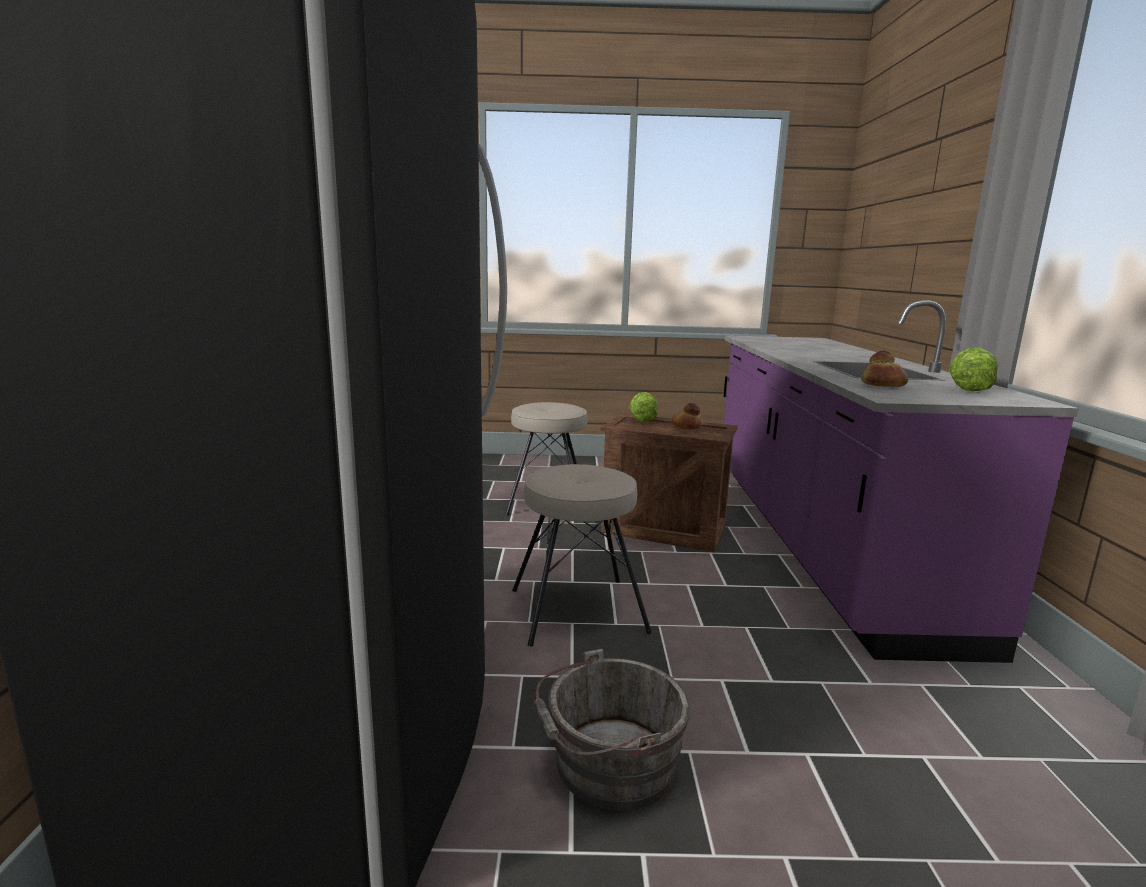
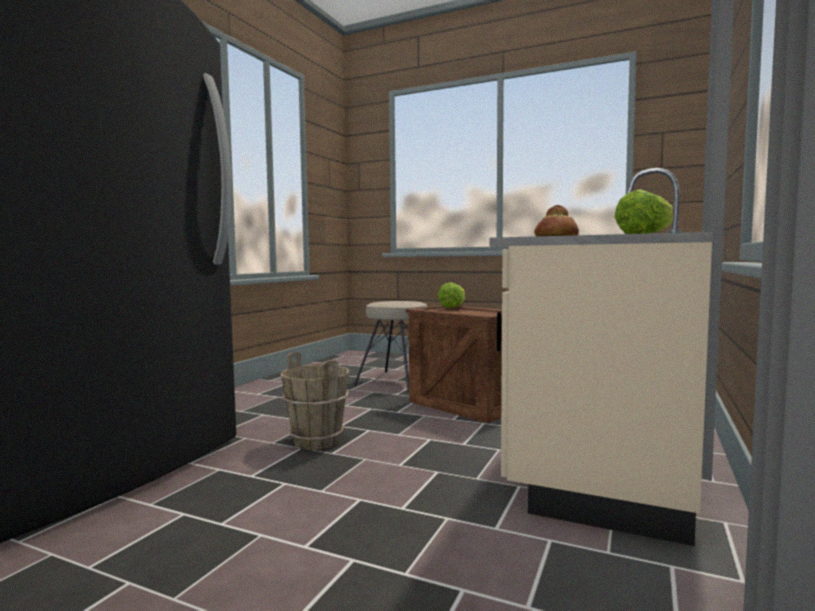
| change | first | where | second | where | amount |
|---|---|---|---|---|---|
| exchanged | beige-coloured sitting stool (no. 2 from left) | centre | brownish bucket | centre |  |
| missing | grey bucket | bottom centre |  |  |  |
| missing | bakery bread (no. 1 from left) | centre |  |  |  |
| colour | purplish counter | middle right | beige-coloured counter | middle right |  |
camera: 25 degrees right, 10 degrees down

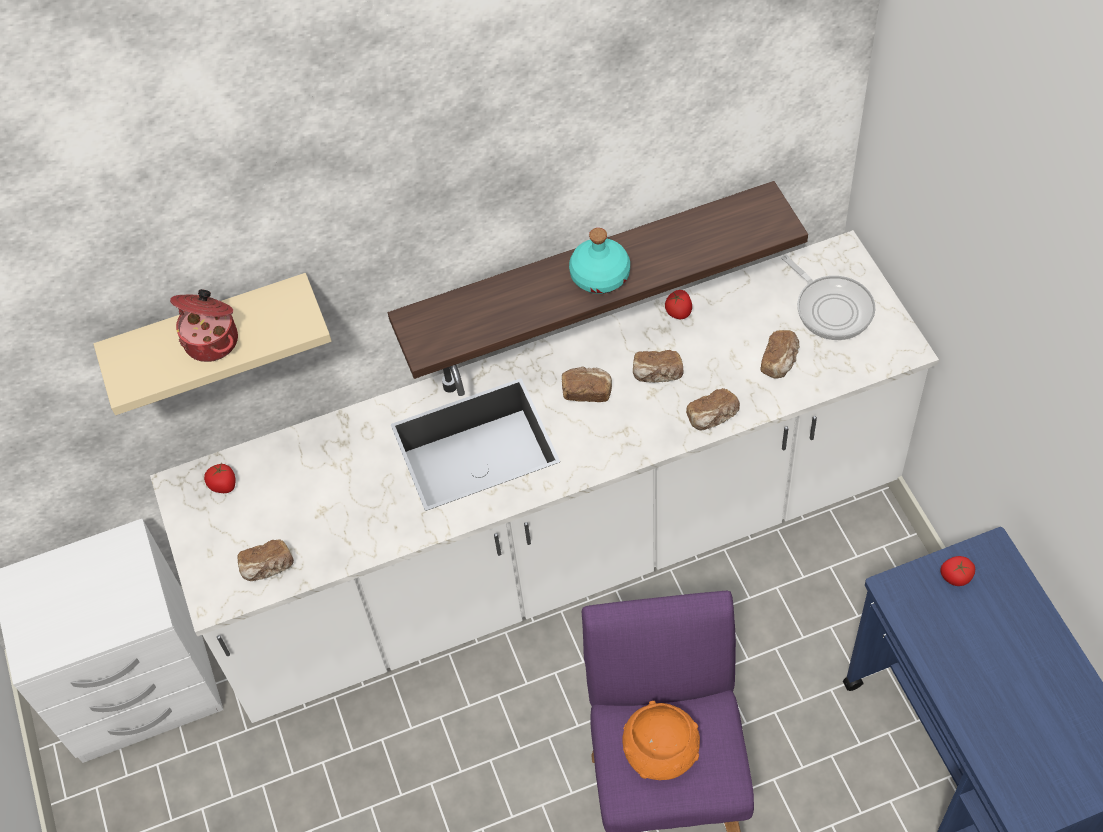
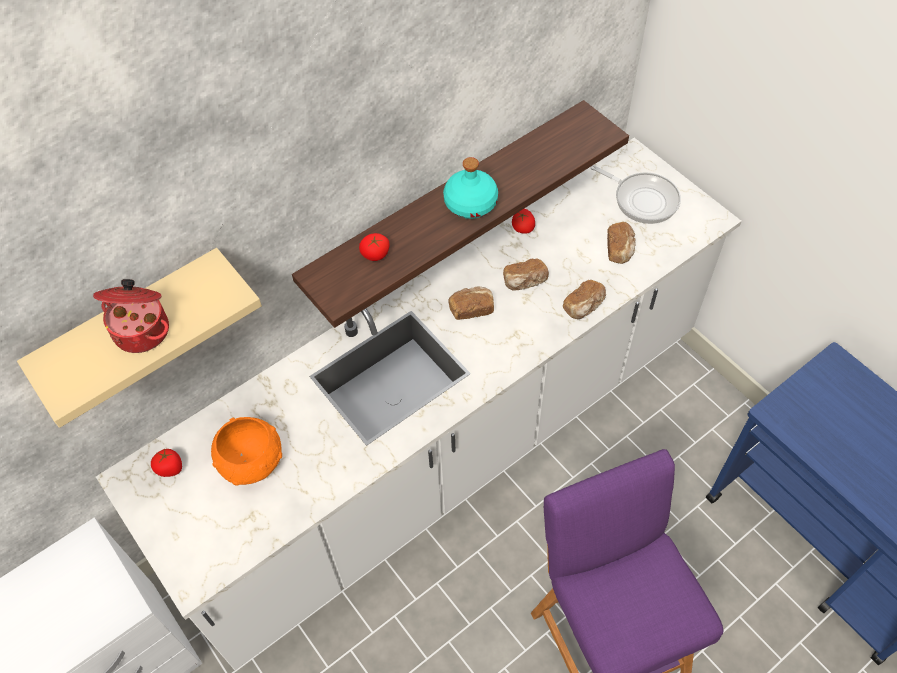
| change | first | where | second | where | amount |
|---|---|---|---|---|---|
| missing | bakery bread (no. 1 from left) | bottom left |  |  |  |
| relocated | orange serving bowl | bottom centre |  | bottom left |  |
| relocated | whole tomato (no. 3 from left in the first image) | bottom right | whole tomato (no. 2 from left) | centre |  |
camera: 20 degrees left, 0 degrees up

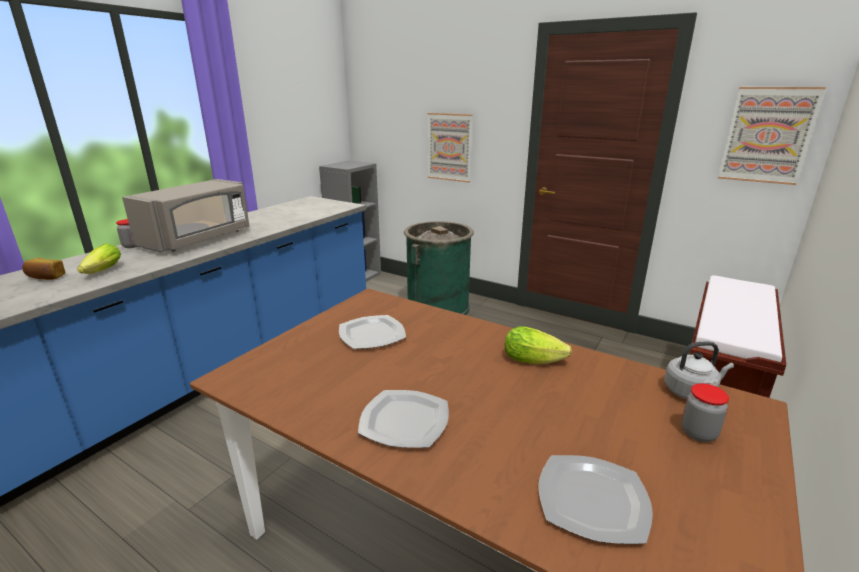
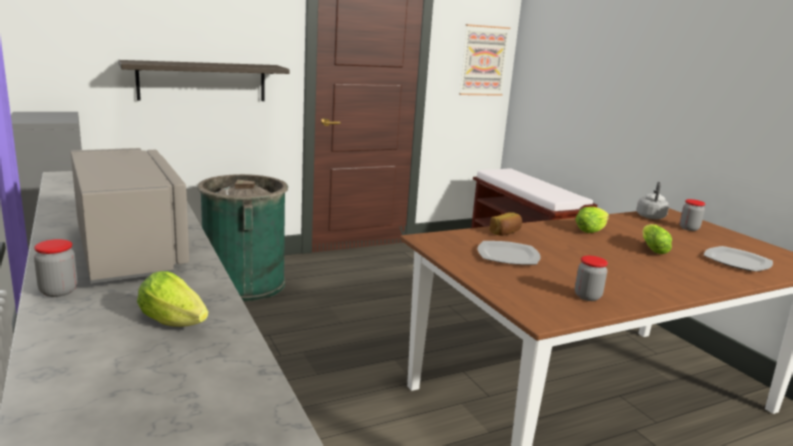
| change | first | where | second | where | amount |
|---|---|---|---|---|---|
| relocated | bakery bread | middle left |  | centre |  |
| missing | flat dish (no. 2 from left) | bottom centre |  |  |  |
| exchanged | wall picture (no. 1 from left) | top centre | bracket shelf | top left |  |
| appeared |  |  | preserve jar (no. 2 from left) | middle right |  |
| appeared |  |  | head of lettuce (no. 3 from left) | middle right |  |
camera: 60 degrees left, 5 degrees down

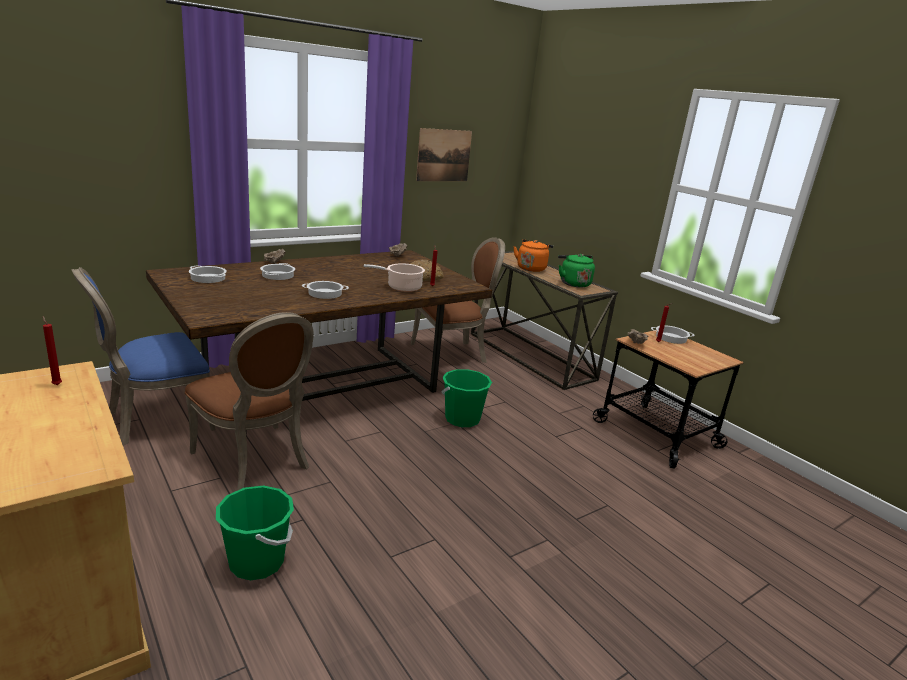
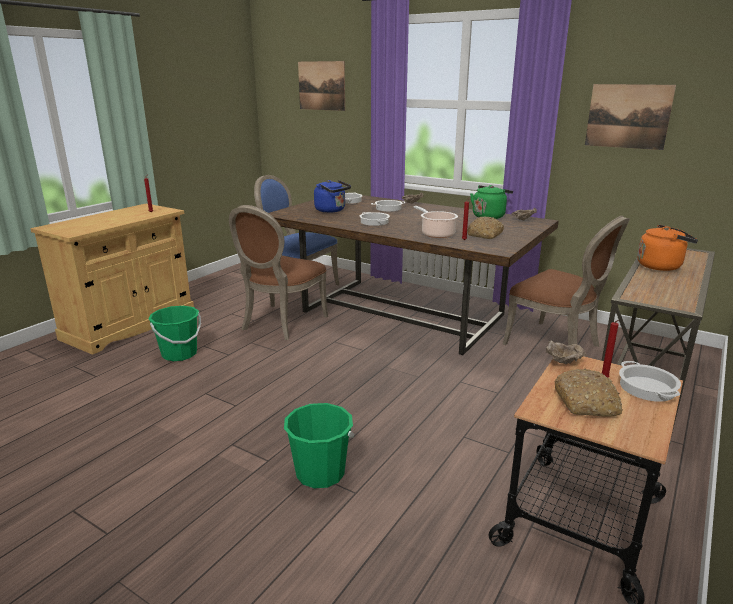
| change | first | where | second | where | amount |
|---|---|---|---|---|---|
| relocated | green bucket (no. 2 from left) | centre |  | bottom centre |  |
| relocated | green water kettle | centre |  | middle right |  |
| appeared |  |  | wall picture (no. 1 from left) | top centre |  |
| appeared |  |  | blue water kettle | top centre |  |
| appeared |  |  | bakery bread (no. 2 from left) | middle right |  |
camera: 70 degrees right, 0 degrees up

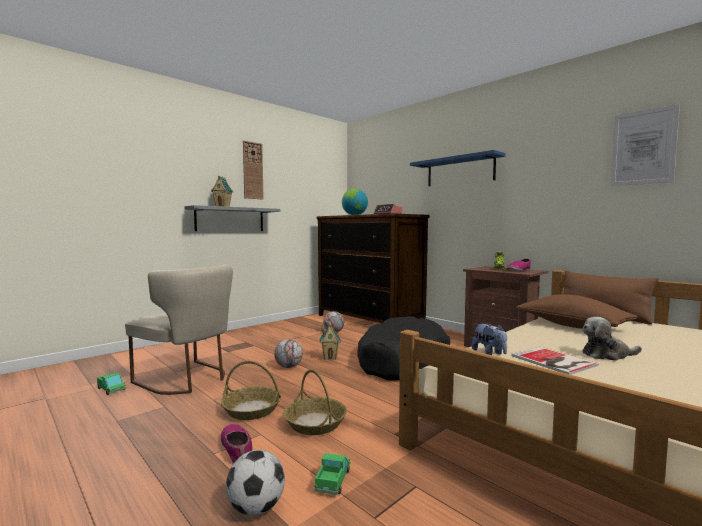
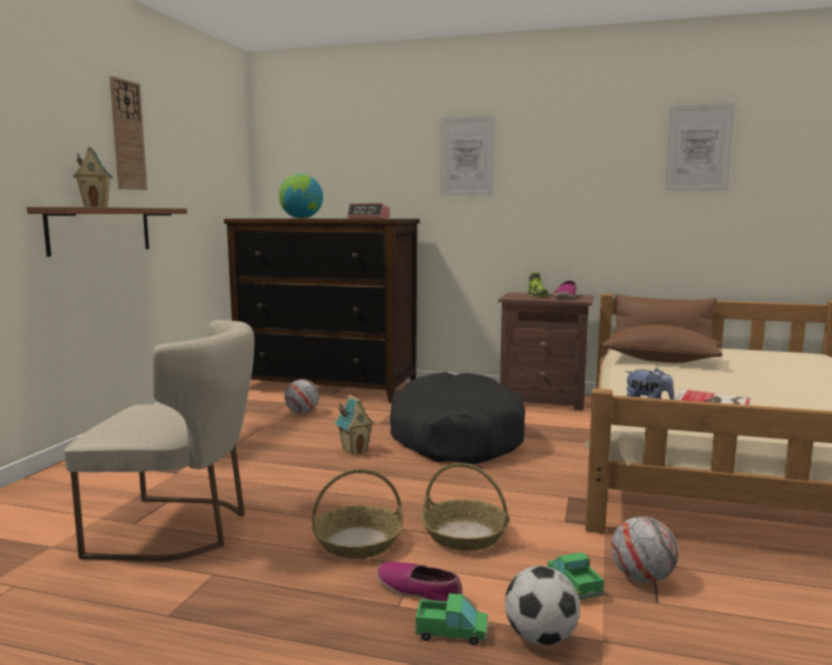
| change | first | where | second | where | amount |
|---|---|---|---|---|---|
| relocated | toy truck (no. 1 from left) | bottom left |  | bottom centre |  |
| colour | grey bracket shelf | middle left | brownish bracket shelf | middle left |  |
| relocated | ball for football (no. 2 from left in the first image) | bottom centre | ball for football (no. 3 from left) | bottom right |  |
| exchanged | blue bracket shelf | top centre | wall picture (no. 1 from left) | top centre |  |
| missing | cuddly toy (no. 2 from left) | middle right |  |  |  |
camera: 30 degrees left, 5 degrees up

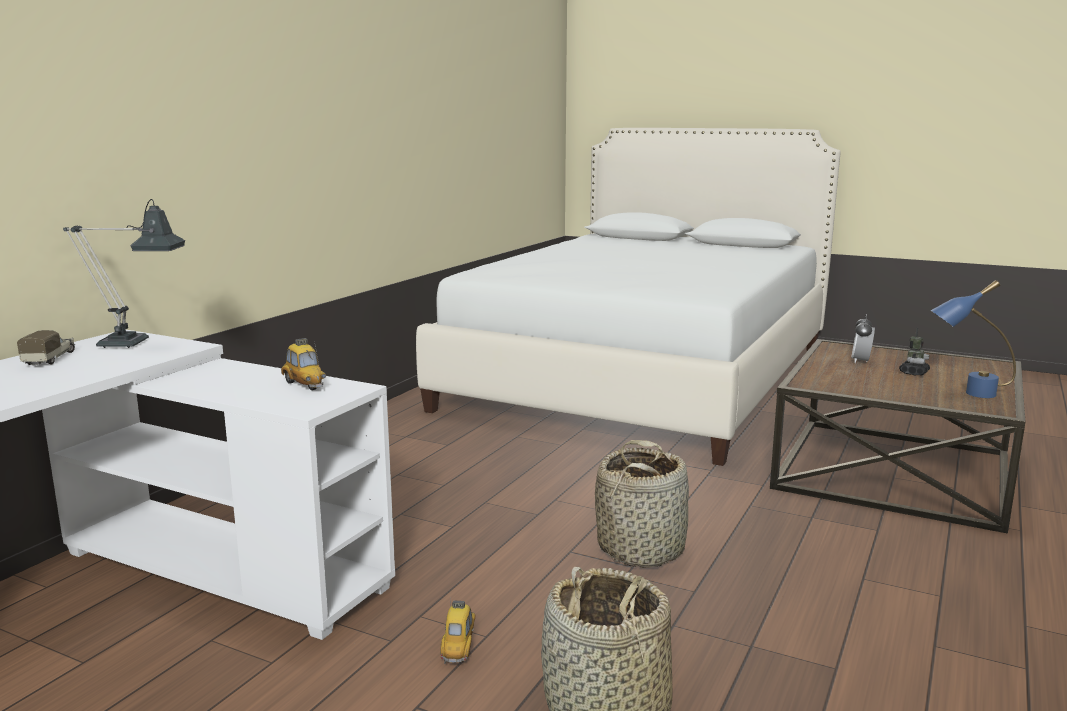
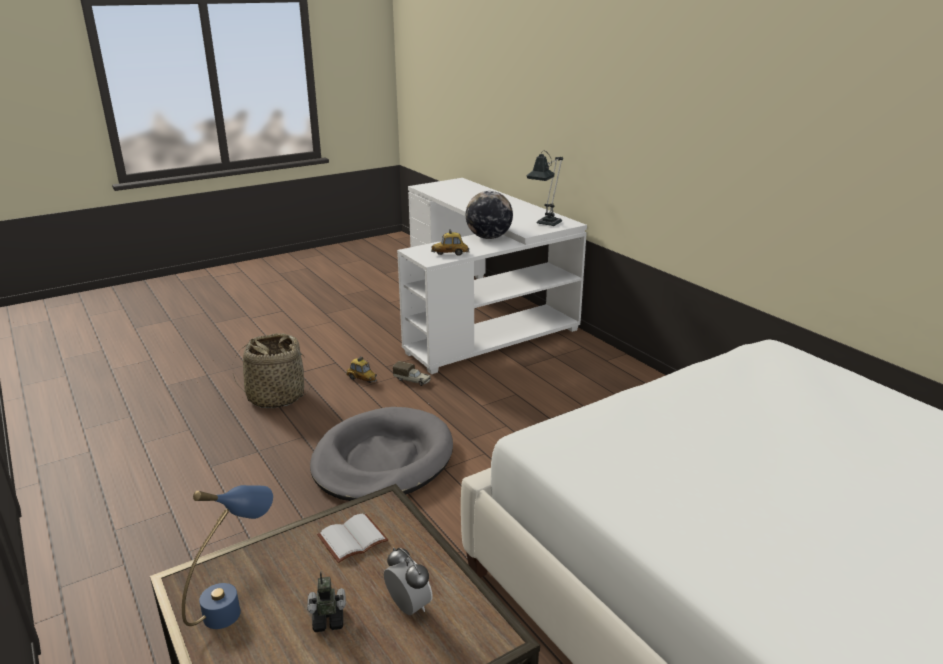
| change | first | where | second | where | amount |
|---|---|---|---|---|---|
| relocated | toy truck | middle left |  | centre |  |
| exchanged | storage basket (no. 2 from left) | bottom centre | grey dog cushion | bottom centre |  |
| spun | robot figure | middle right |  | bottom centre | 105 degrees clockwise |
| appeared |  |  | white bound book | bottom centre |  |
| appeared |  |  | desk globe | top centre |  |
camera: 120 degrees right, 10 degrees up

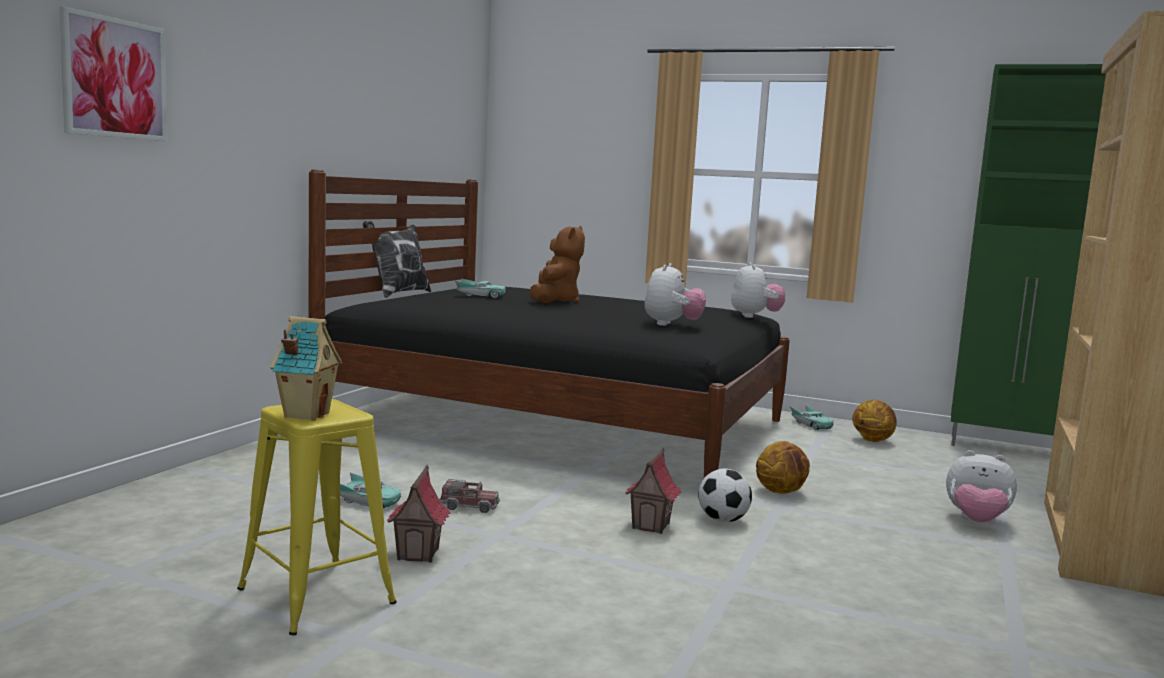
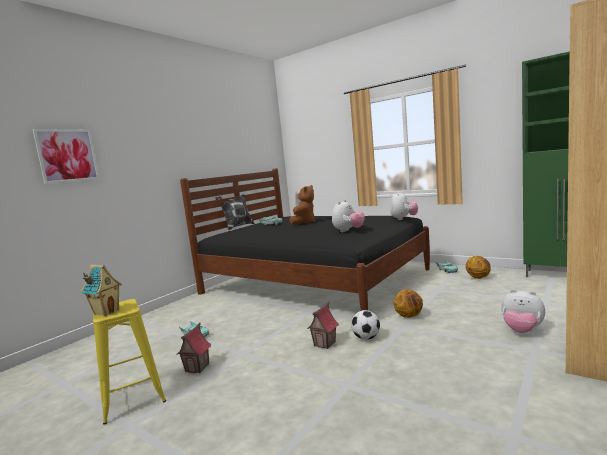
| change | first | where | second | where | amount |
|---|---|---|---|---|---|
| missing | toy truck | bottom centre |  |  |  |
camera: 15 degrees right, 0 degrees up

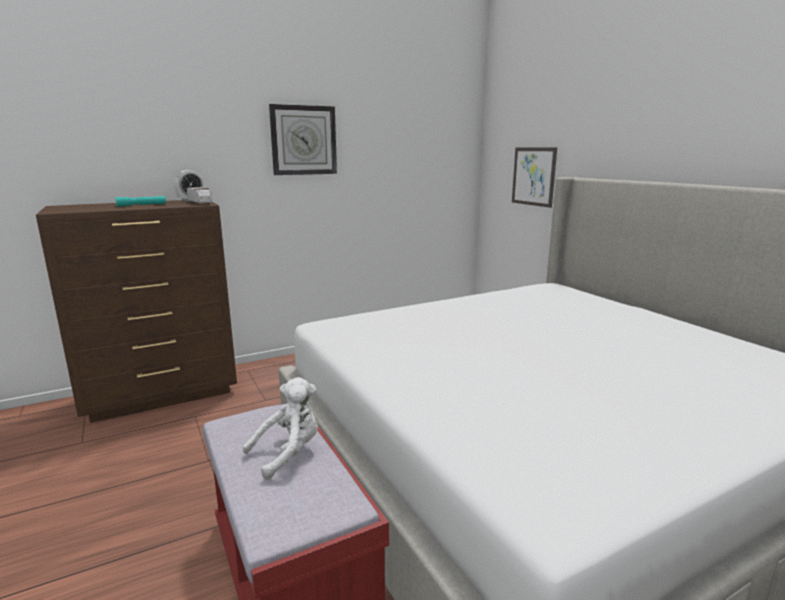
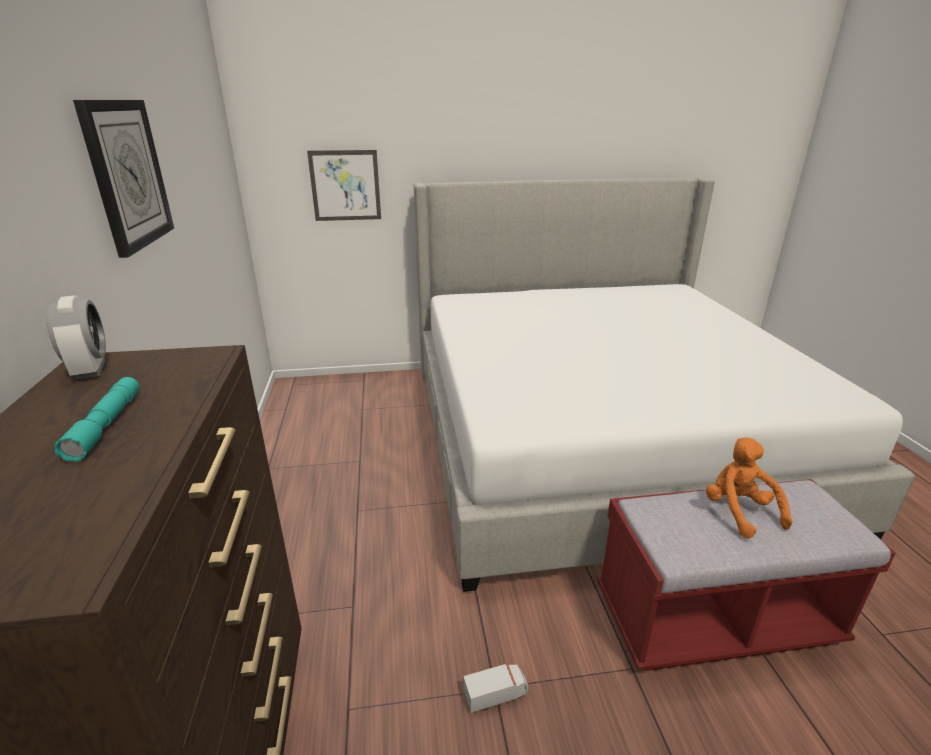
| change | first | where | second | where | amount |
|---|---|---|---|---|---|
| relocated | toy truck | top left |  | bottom centre |  |
| colour | white cuddly toy | bottom centre | orange cuddly toy | middle right |  |
camera: 70 degrees left, 10 degrees up

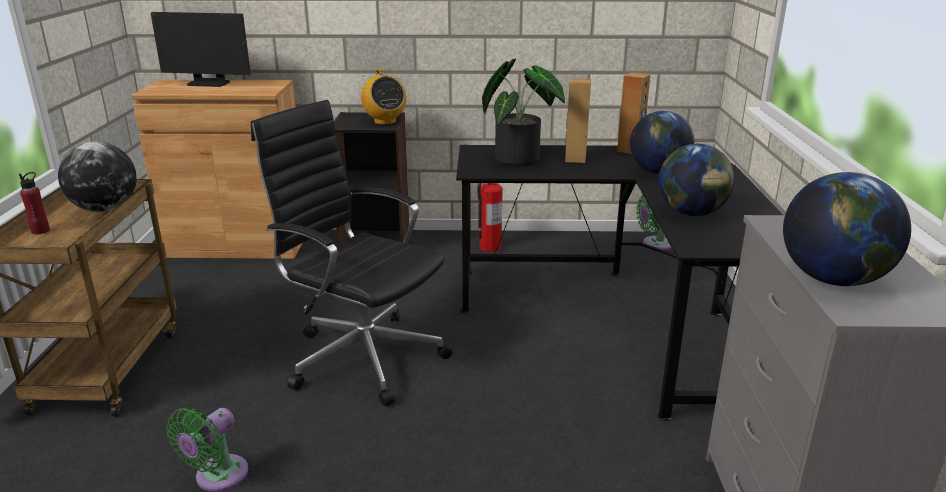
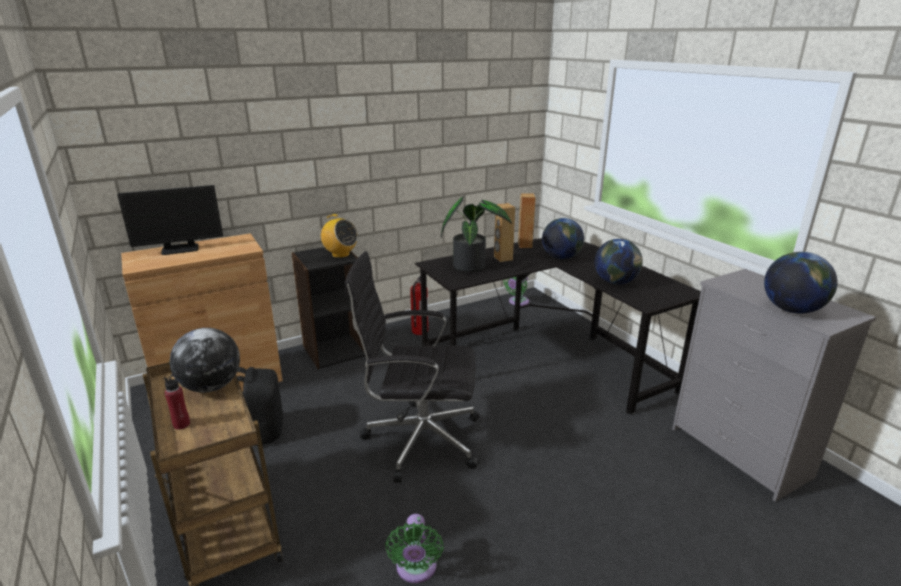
| change | first | where | second | where | amount |
|---|---|---|---|---|---|
| appeared |  |  | black backpack | bottom left |  |
camera: 30 degrees left, 0 degrees up

